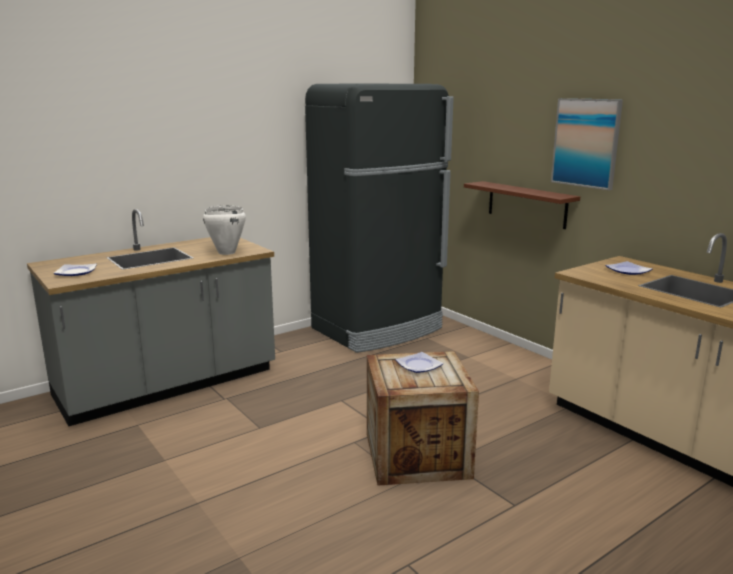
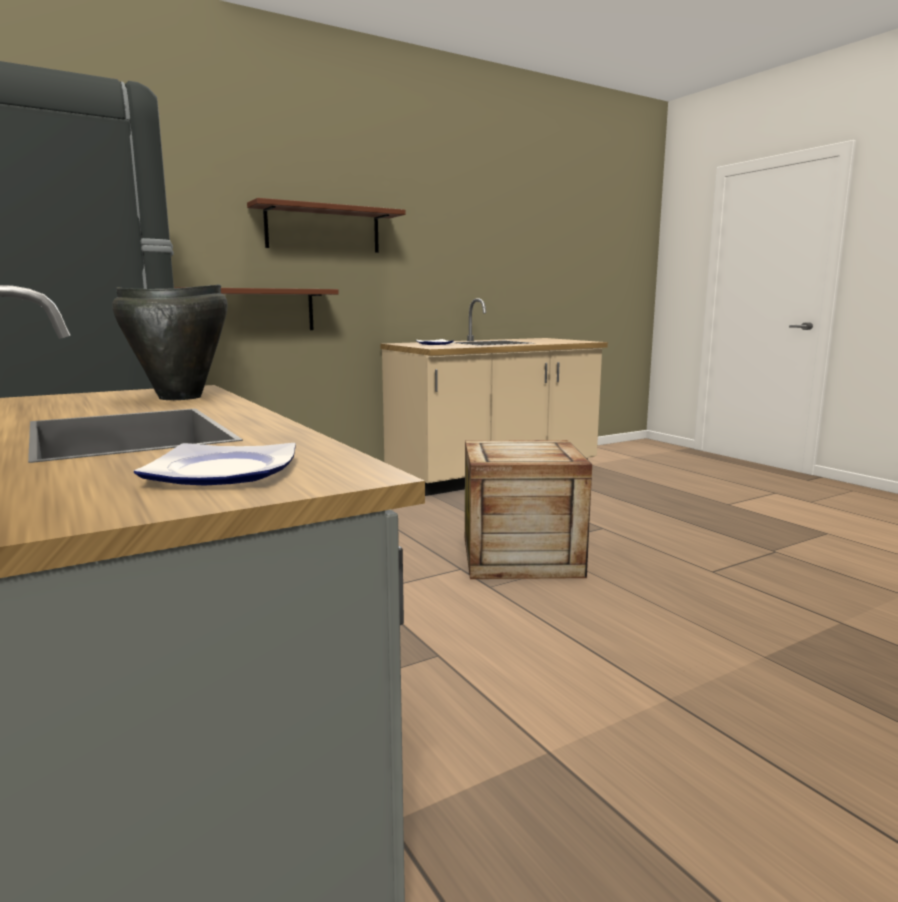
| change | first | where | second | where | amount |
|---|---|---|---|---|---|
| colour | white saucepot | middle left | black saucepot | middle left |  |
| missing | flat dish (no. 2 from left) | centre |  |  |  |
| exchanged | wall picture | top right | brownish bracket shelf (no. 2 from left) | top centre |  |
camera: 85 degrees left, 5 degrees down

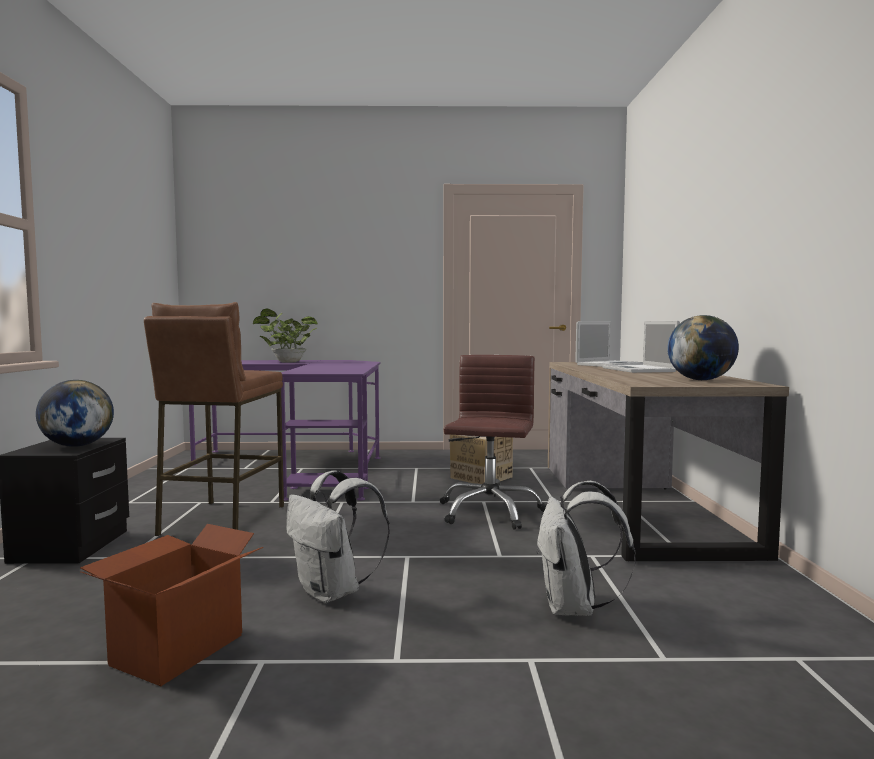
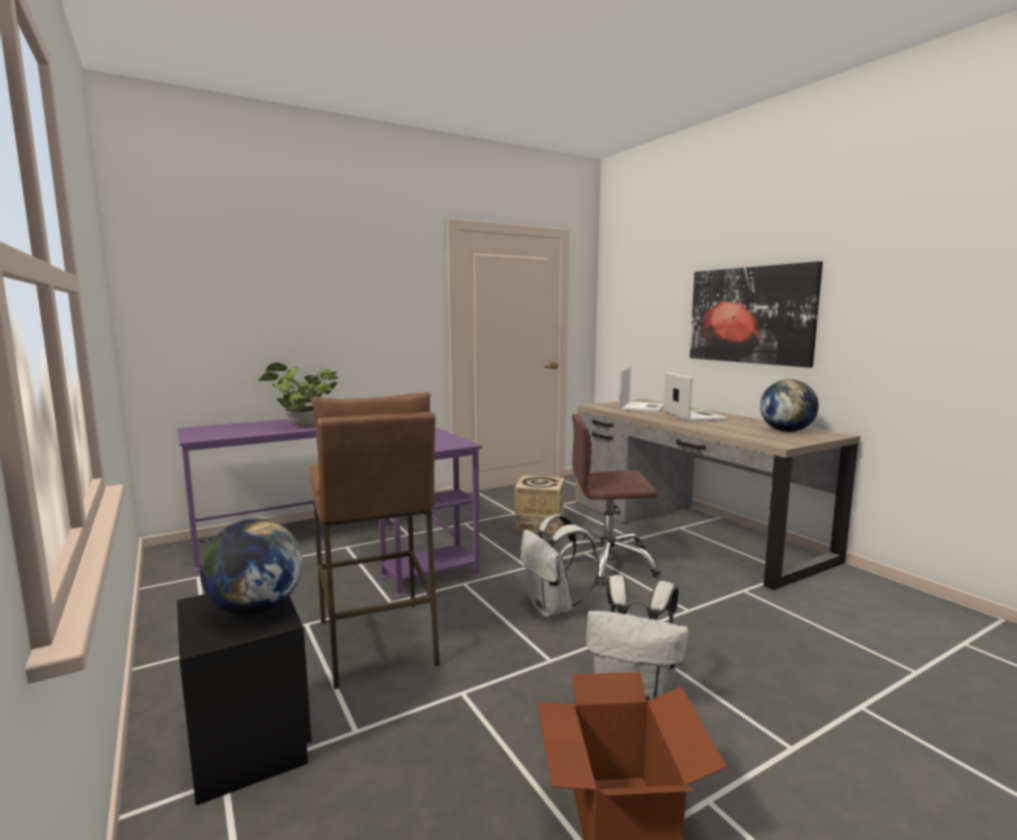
| change | first | where | second | where | amount |
|---|---|---|---|---|---|
| spun | brownish office chair | centre |  | centre | 75 degrees counterclockwise |
| relocated | white backpack (no. 2 from left in the first image) | bottom right | white backpack (no. 1 from left) | bottom centre |  |
| spun | portable computer (no. 2 from left) | middle right |  | middle right | 150 degrees counterclockwise |
| appeared |  |  | wall picture | middle right |  |
camera: 30 degrees left, 5 degrees up

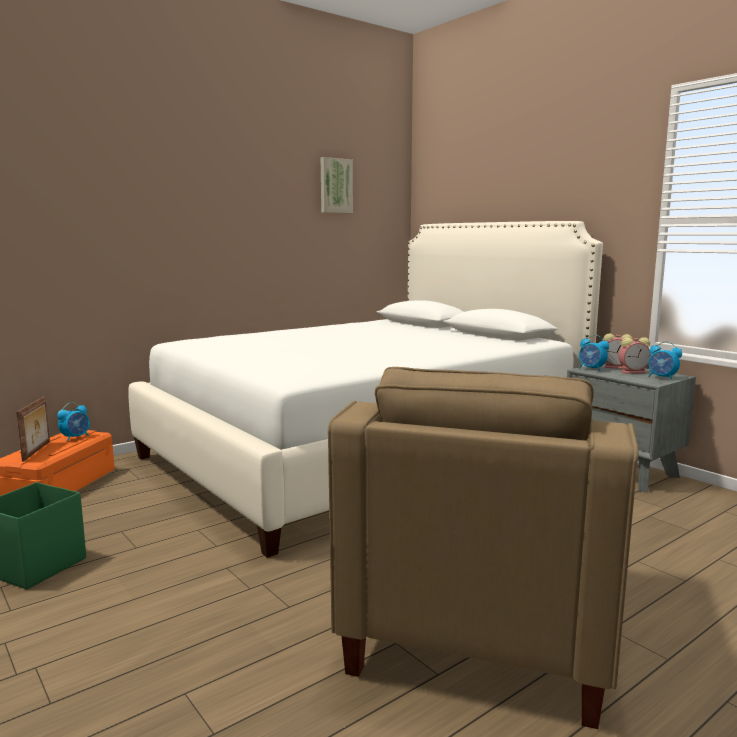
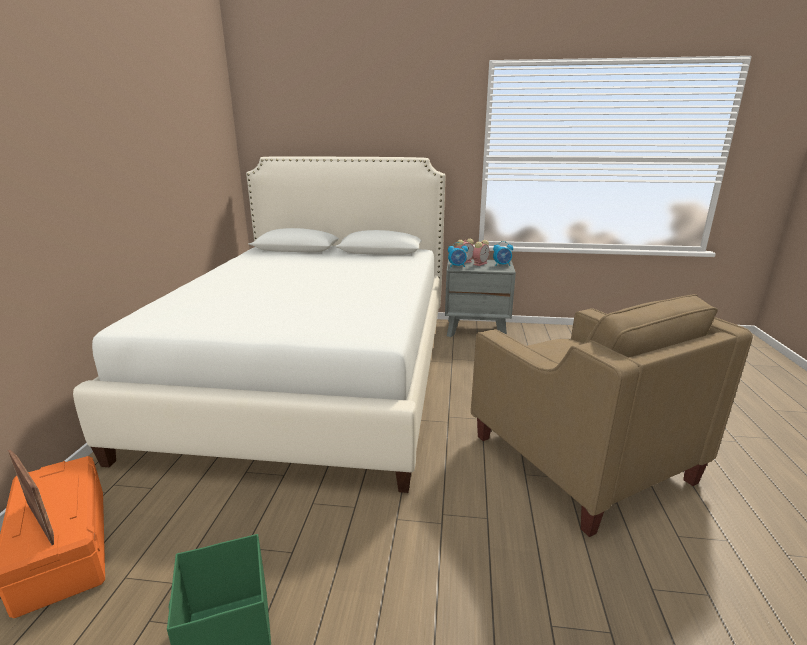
| change | first | where | second | where | amount |
|---|---|---|---|---|---|
| missing | bedside clock (no. 1 from left) | middle left |  |  |  |
| missing | wall picture | top centre |  |  |  |
camera: 45 degrees left, 10 degrees up

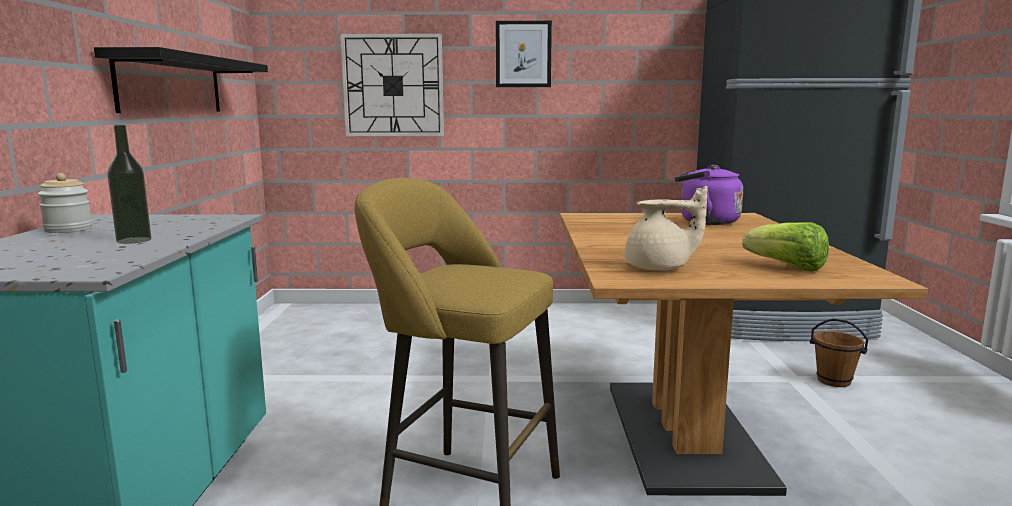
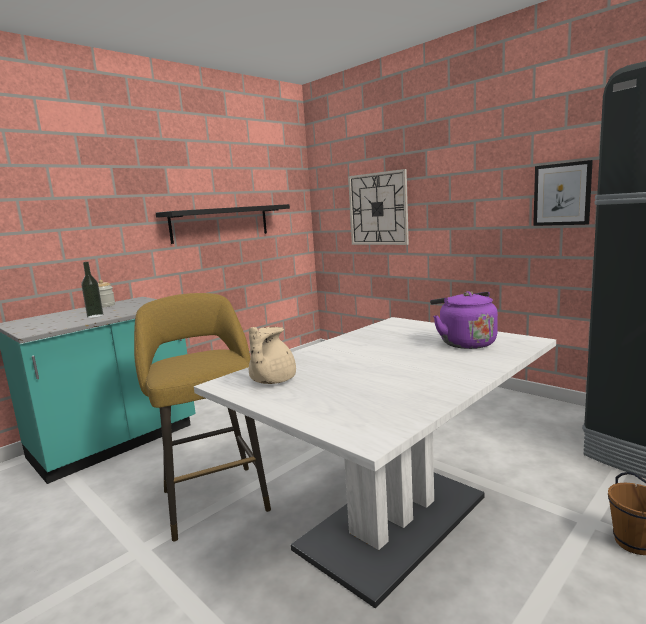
| change | first | where | second | where | amount |
|---|---|---|---|---|---|
| relocated | wall picture | top centre |  | top right |  |
| colour | brownish kitchen table | bottom right | white kitchen table | bottom centre |  |
| spun | beige-coloured pot for tea | centre |  | centre | 60 degrees clockwise |
| missing | head of lettuce | middle right |  |  |  |
camera: 45 degrees right, 0 degrees up

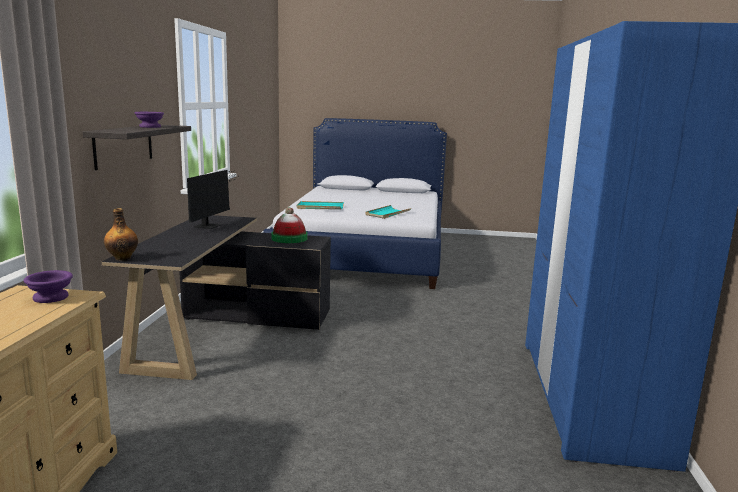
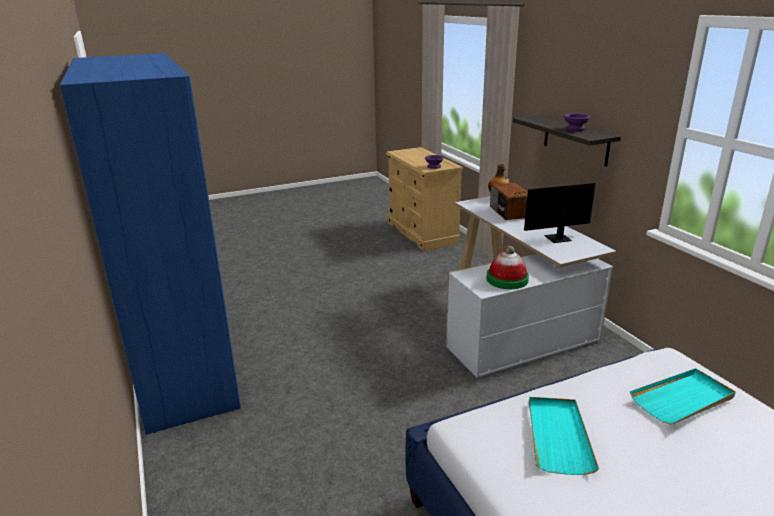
| change | first | where | second | where | amount |
|---|---|---|---|---|---|
| colour | black desk | middle left | white desk | middle right |  |
| spun | monitor | middle left |  | middle right | 90 degrees clockwise |
| appeared |  |  | radio | centre |  |
camera: 150 degrees right, 10 degrees up

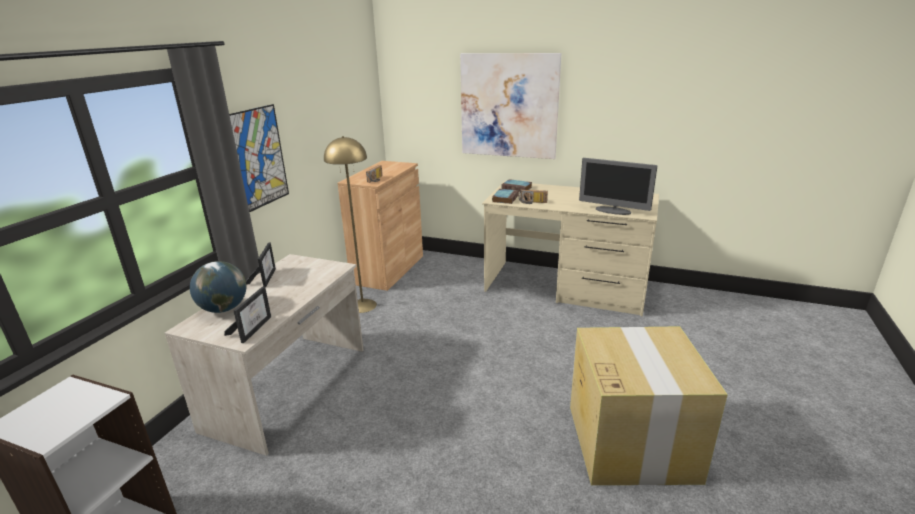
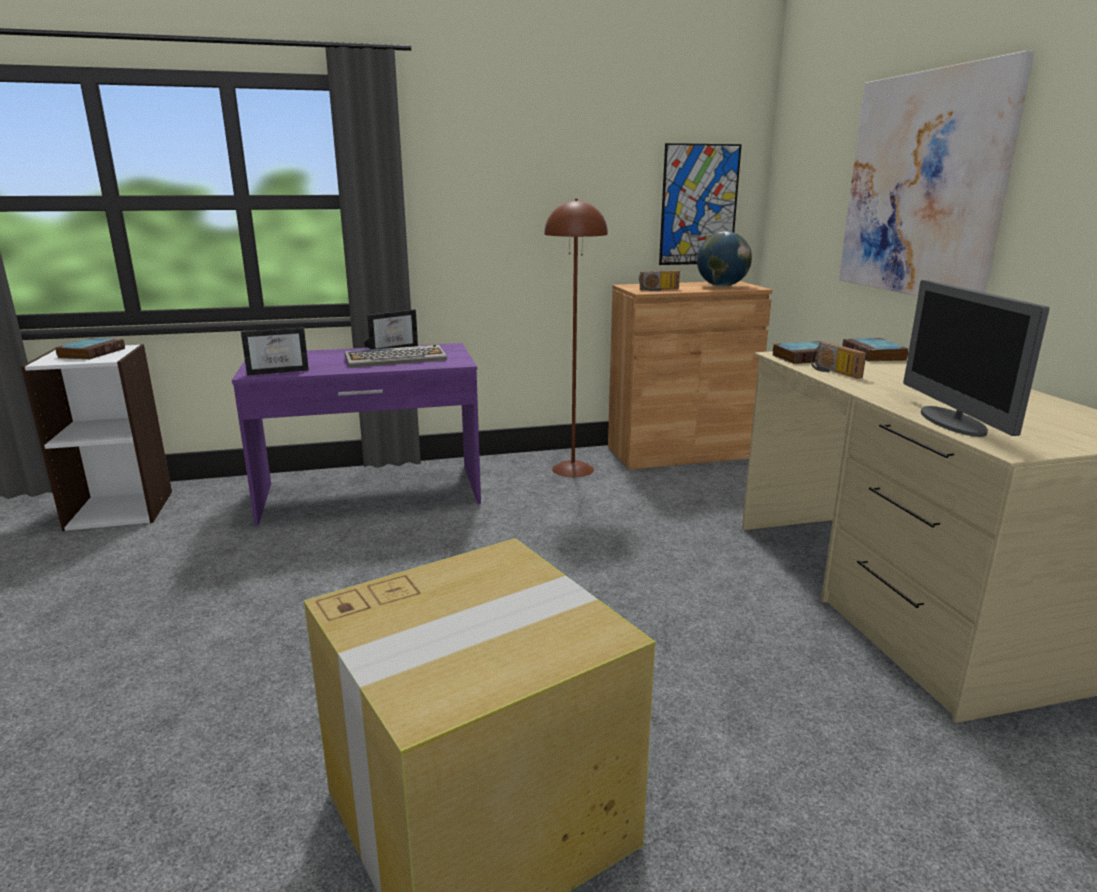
| change | first | where | second | where | amount |
|---|---|---|---|---|---|
| colour | beige-coloured desk (no. 1 from left) | bottom left | purplish desk | middle left |  |
| relocated | desk globe | middle left |  | top centre |  |
| relocated | wall picture (no. 1 from left) | top left |  | top centre |  |
| colour | yellowish floor lamp | centre | brownish floor lamp | centre |  |
| appeared |  |  | bound book (no. 1 from left) | middle left |  |
| appeared |  |  | keyboard | centre |  |
camera: 55 degrees right, 5 degrees down

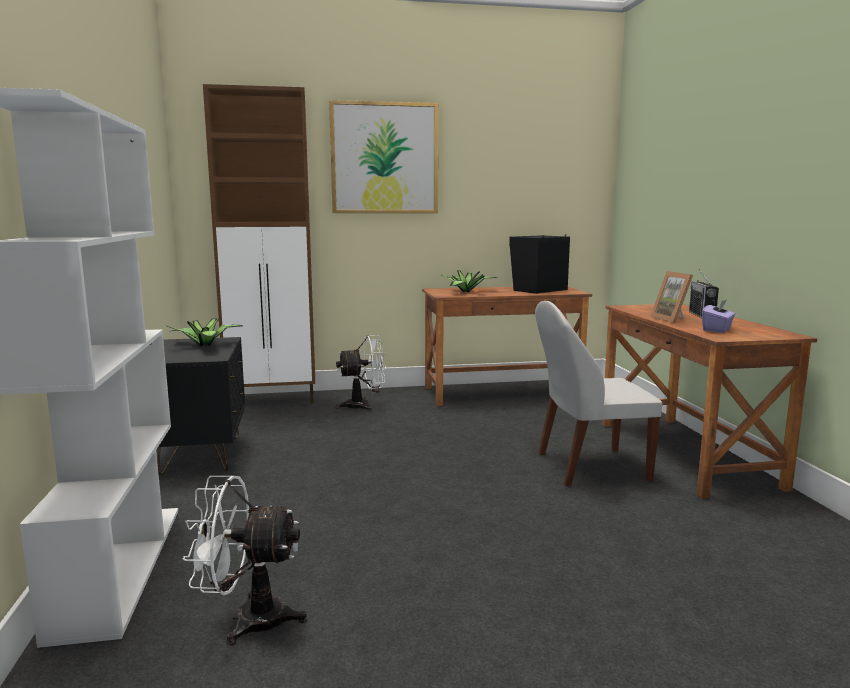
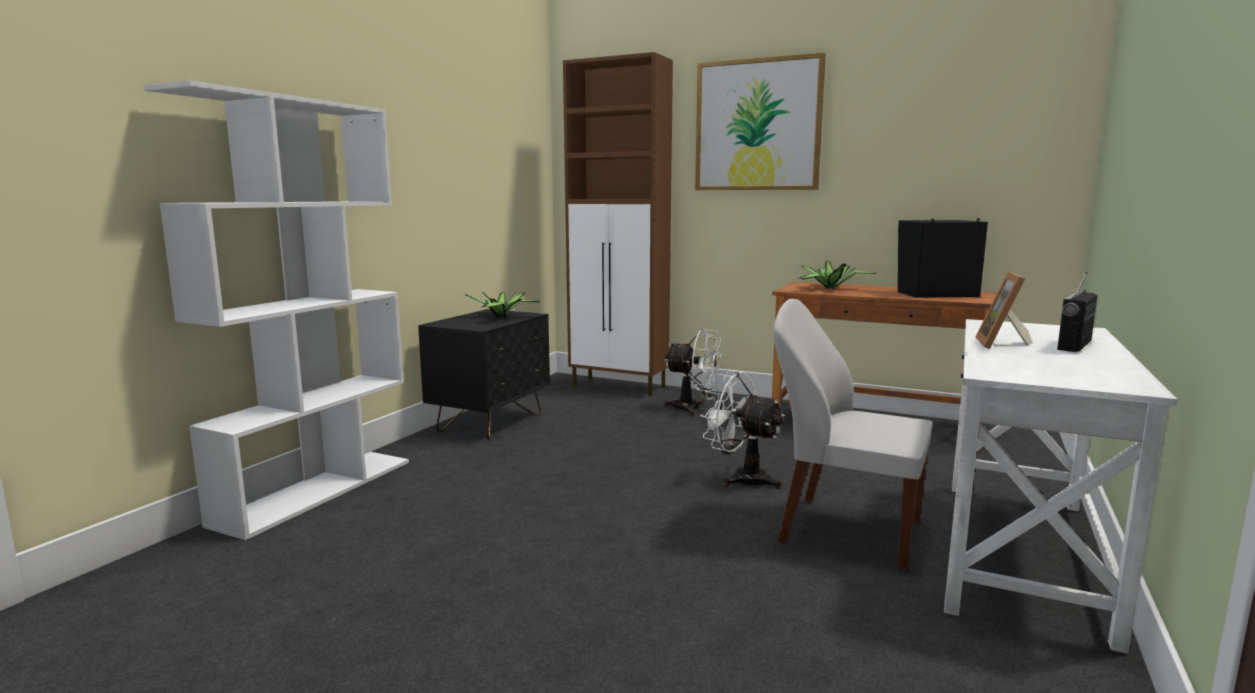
| change | first | where | second | where | amount |
|---|---|---|---|---|---|
| relocated | white fan (no. 1 from left in the first image) | bottom left | white fan (no. 2 from left) | centre |  |
| colour | brownish desk (no. 2 from left) | middle right | white desk | bottom right |  |
| missing | purplish box of tissues | middle right |  |  |  |
camera: 35 degrees right, 0 degrees up

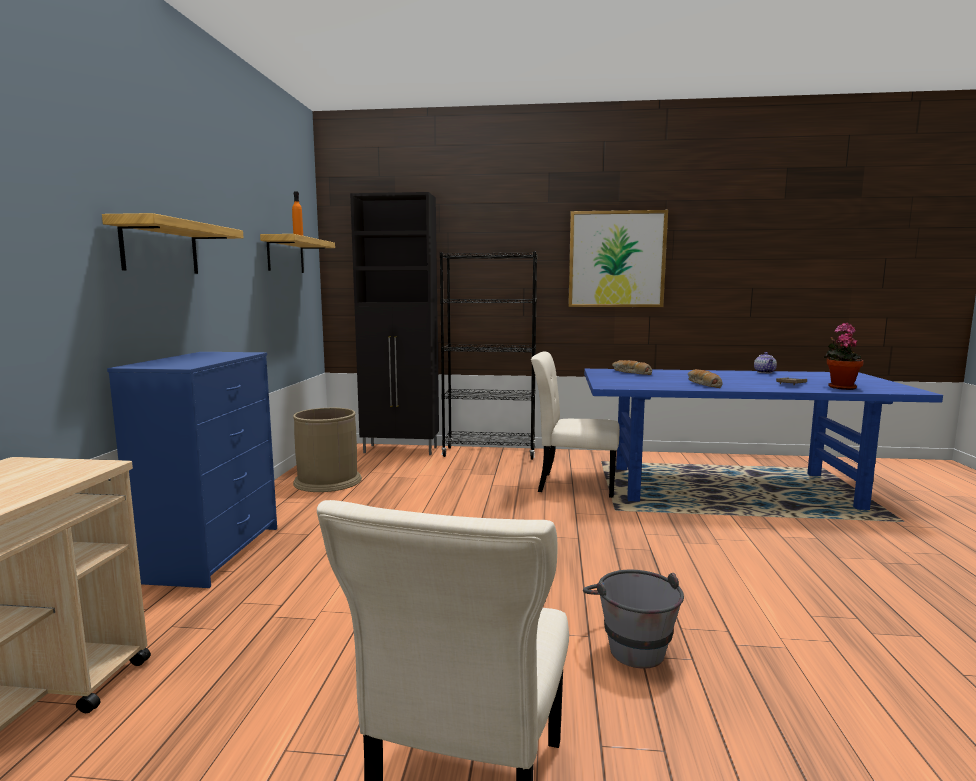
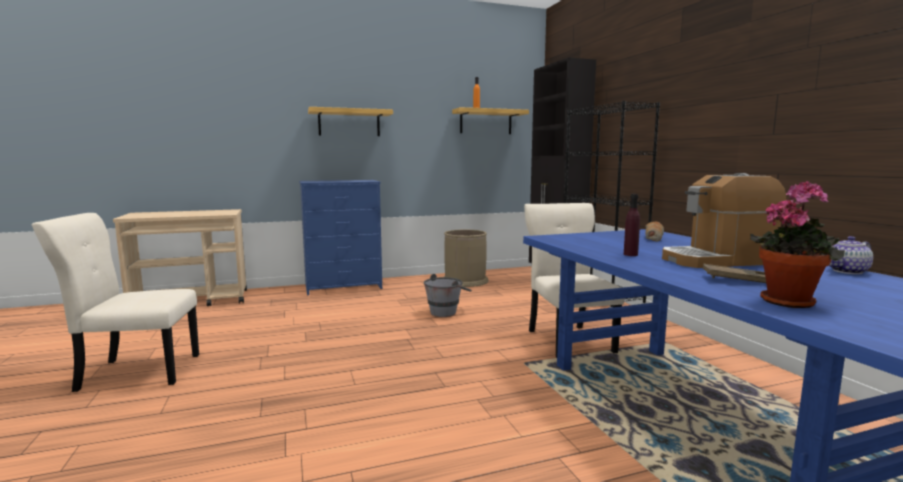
| change | first | where | second | where | amount |
|---|---|---|---|---|---|
| missing | wall picture | top centre |  |  |  |
| relocated | grey bucket | bottom centre |  | centre |  |
| exchanged | bakery bread (no. 2 from left) | middle right | purplish bottle | middle right |  |
| appeared |  |  | coffee brewer | middle right |  |
camera: 65 degrees right, 0 degrees up

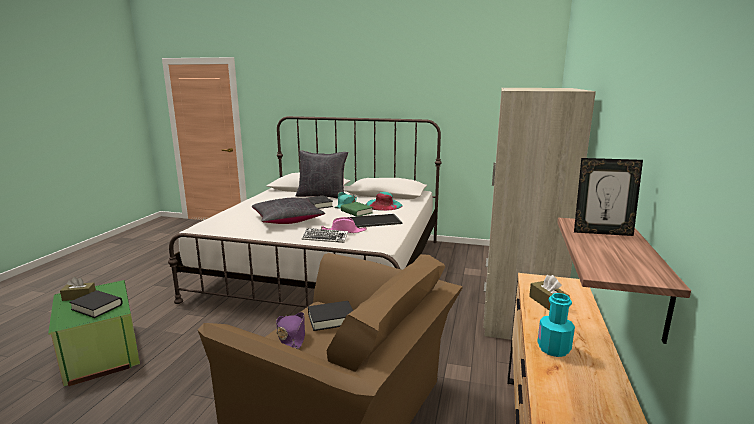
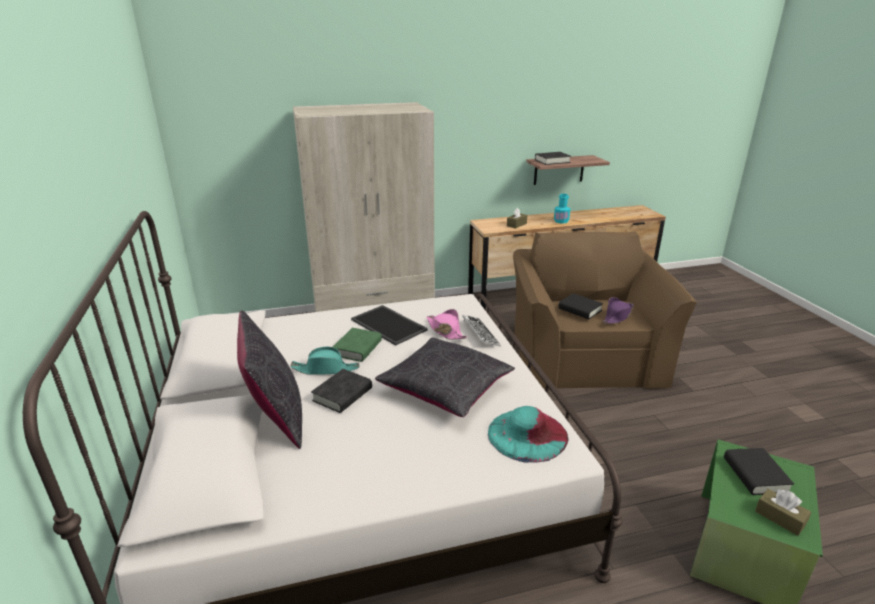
| change | first | where | second | where | amount |
|---|---|---|---|---|---|
| relocated | turquoise clothing hat (no. 2 from left) | centre |  | bottom centre |  |
| exchanged | photo frame | middle right | black bound book (no. 2 from left) | top centre |  |
camera: 120 degrees left, 10 degrees up

